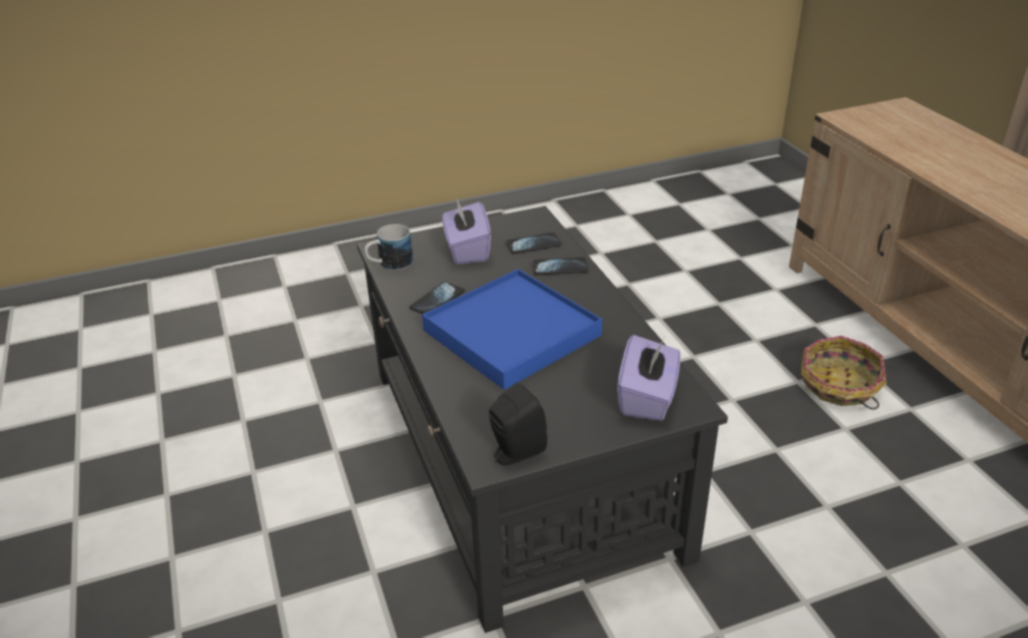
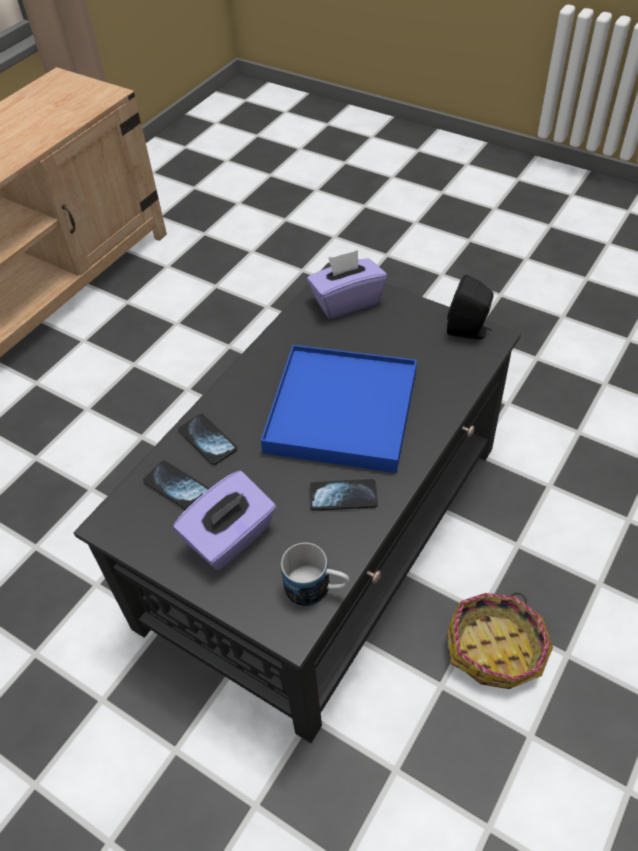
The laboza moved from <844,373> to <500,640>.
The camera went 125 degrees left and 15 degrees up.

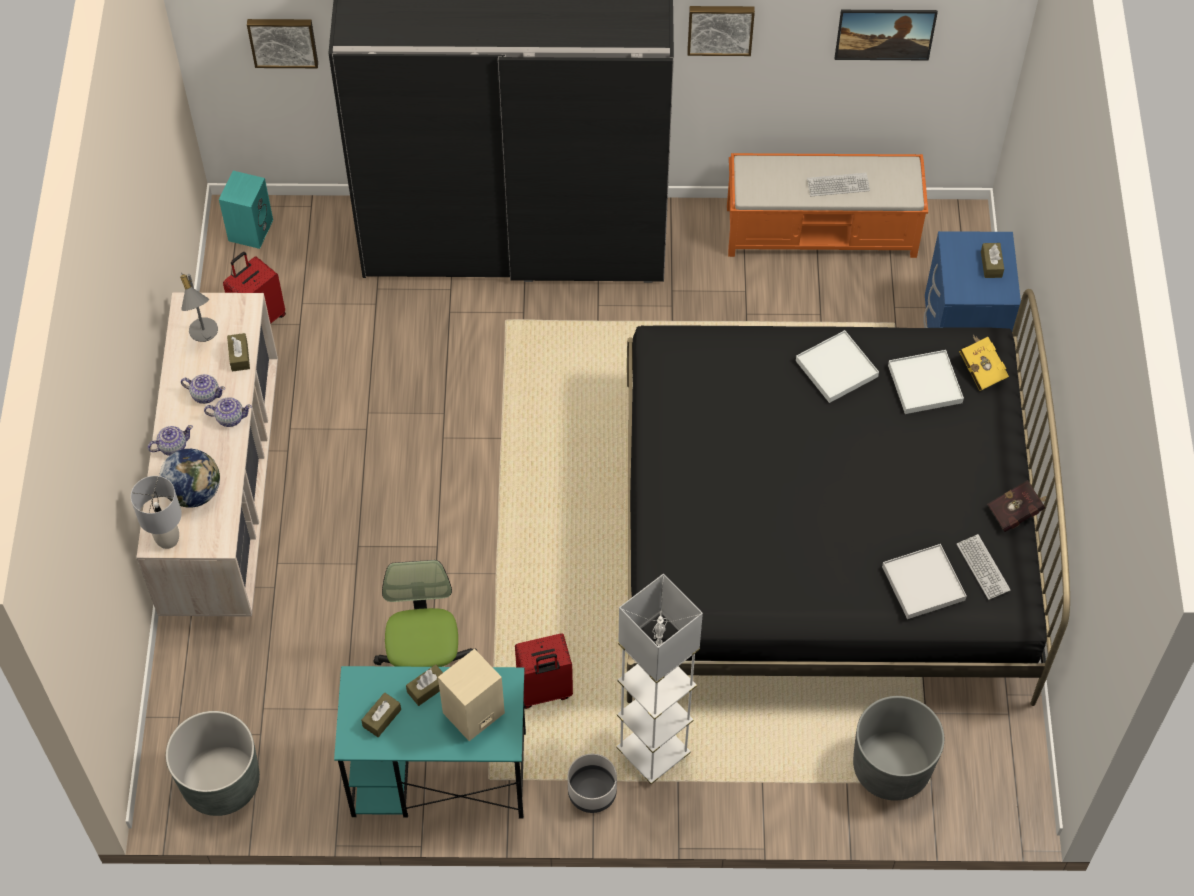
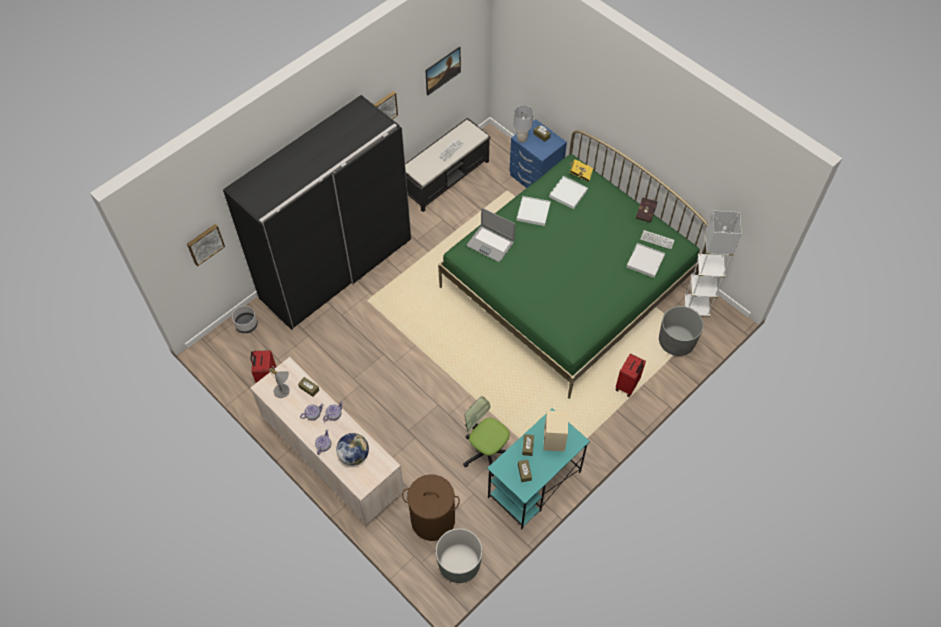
The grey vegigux moved from <592,783> to <245,319>.
The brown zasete at <431,507> appeared.
The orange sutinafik at <827,205> became the black sutinafik at <448,165>.
The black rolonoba at <848,497> became the green rolonoba at <573,264>.
The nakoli at <491,235> appeared.
The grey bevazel moved from <156,512> to <523,124>.
The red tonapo moved from <544,671> to <631,375>.
The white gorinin moved from <659,679> to <713,264>.
The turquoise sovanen at <246,210> disappeared.
The camera went 45 degrees left and 0 degrees up.

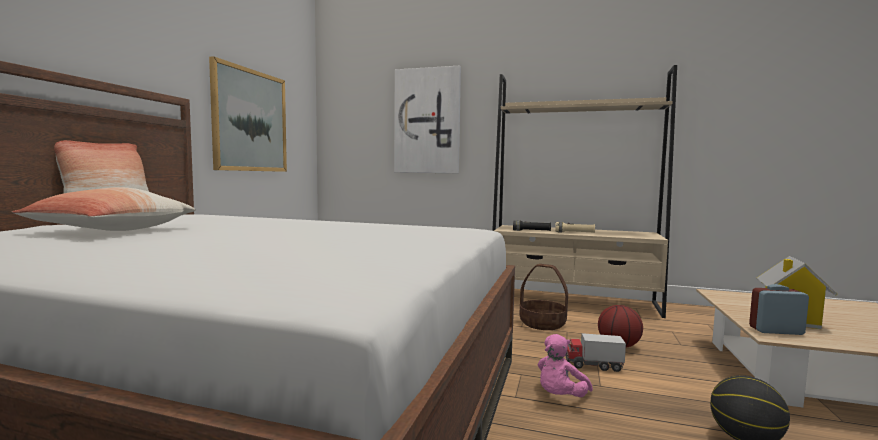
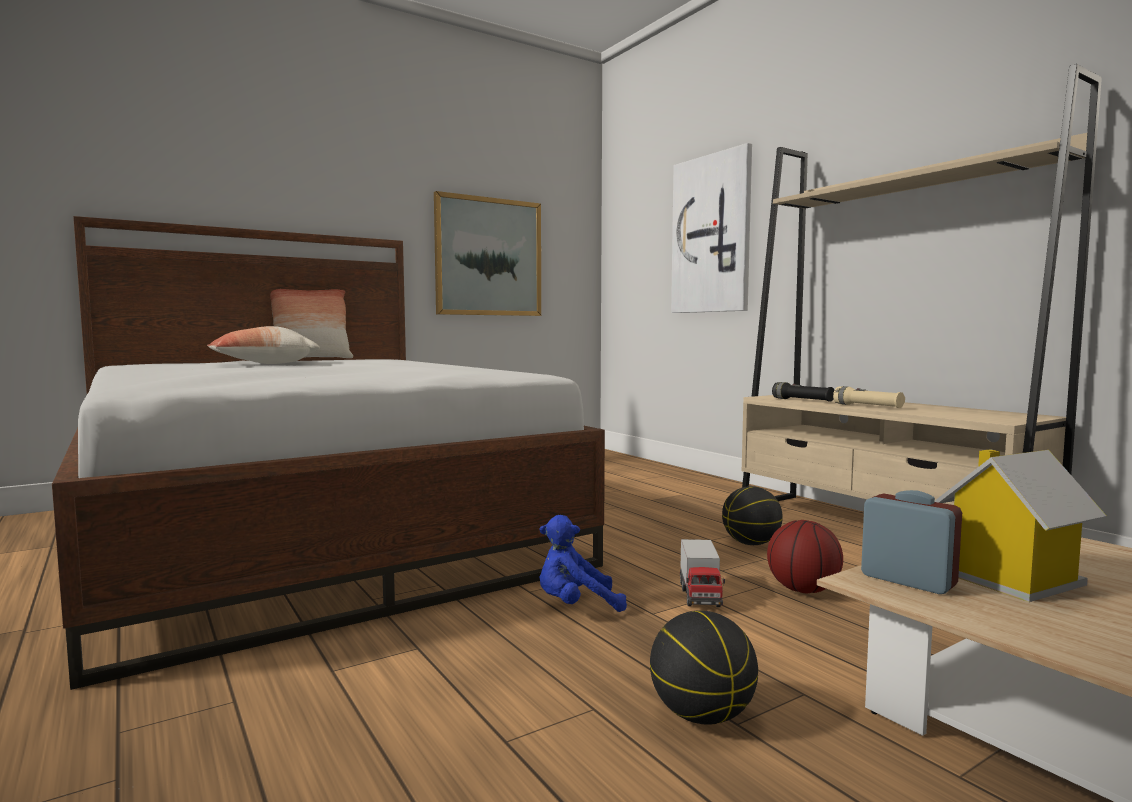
The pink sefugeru at <565,365> became the blue sefugeru at <583,563>.
The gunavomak at <595,352> turned 135 degrees counterclockwise.
The laboza at <543,297> was replaced by the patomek at <752,515>.
The camera went 40 degrees right and 0 degrees up.

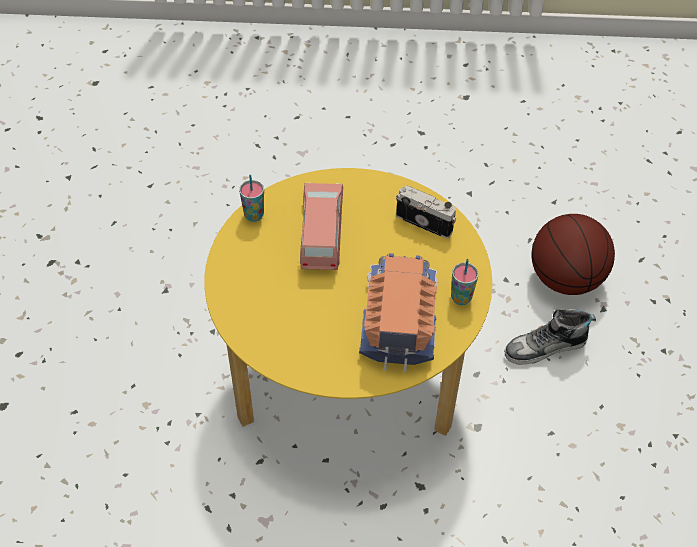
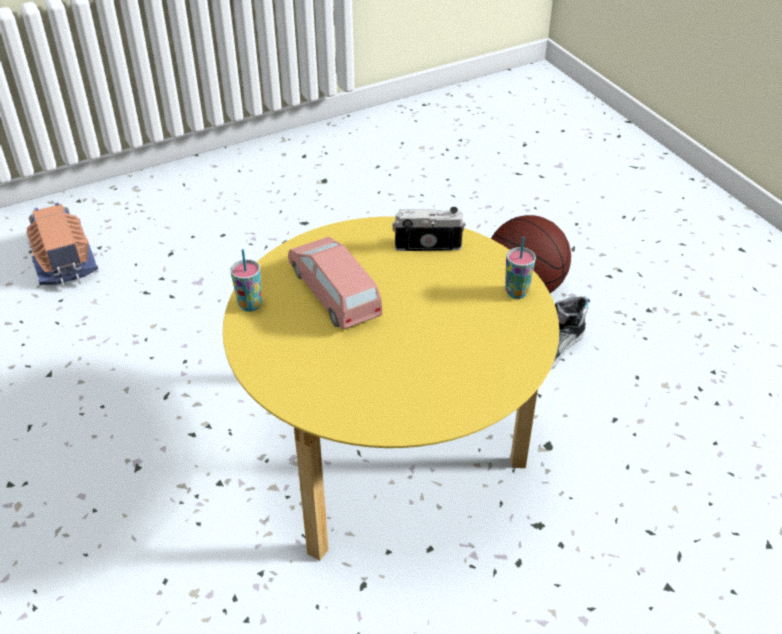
The gunavomak moved from <398,312> to <62,246>.
The camera went 30 degrees left and 10 degrees down.

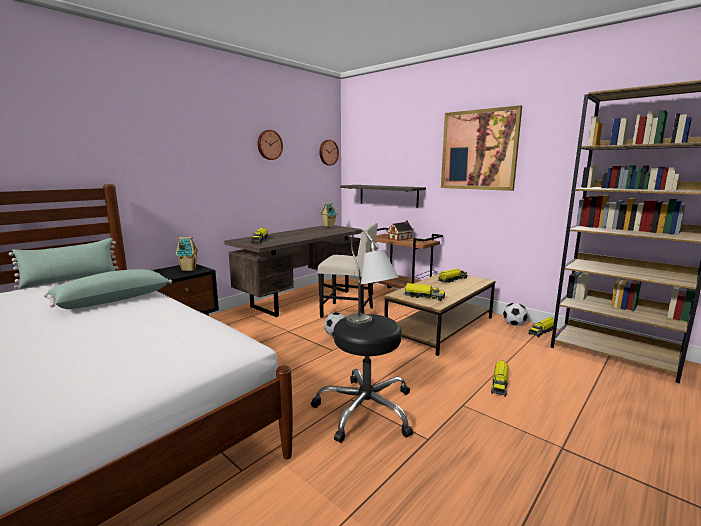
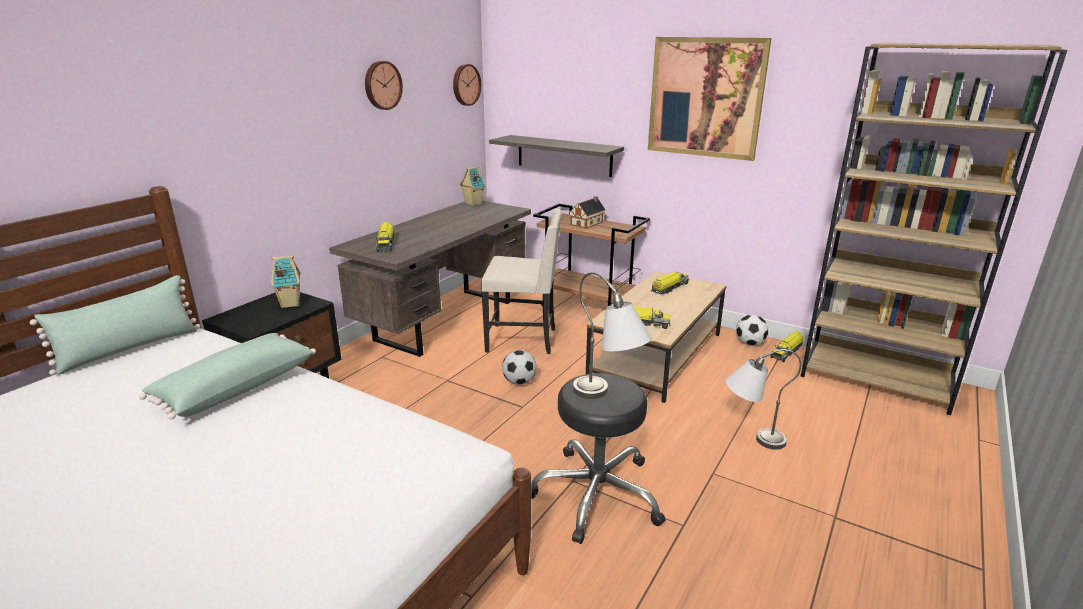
The gunavomak at <500,378> was replaced by the grey bevazel at <764,399>.
The camera went 10 degrees left and 10 degrees up.

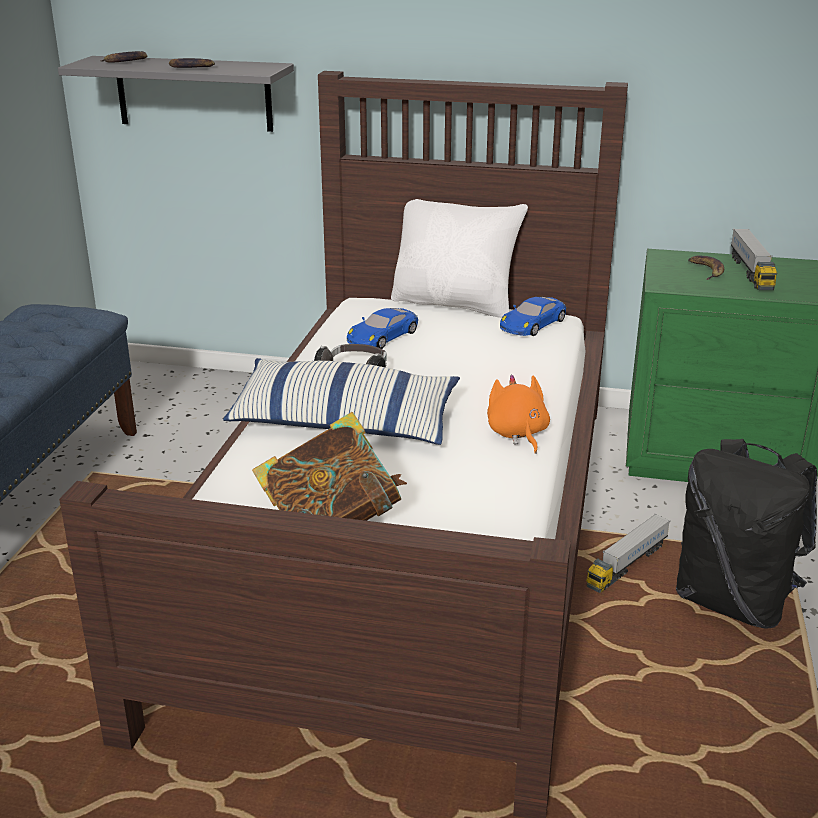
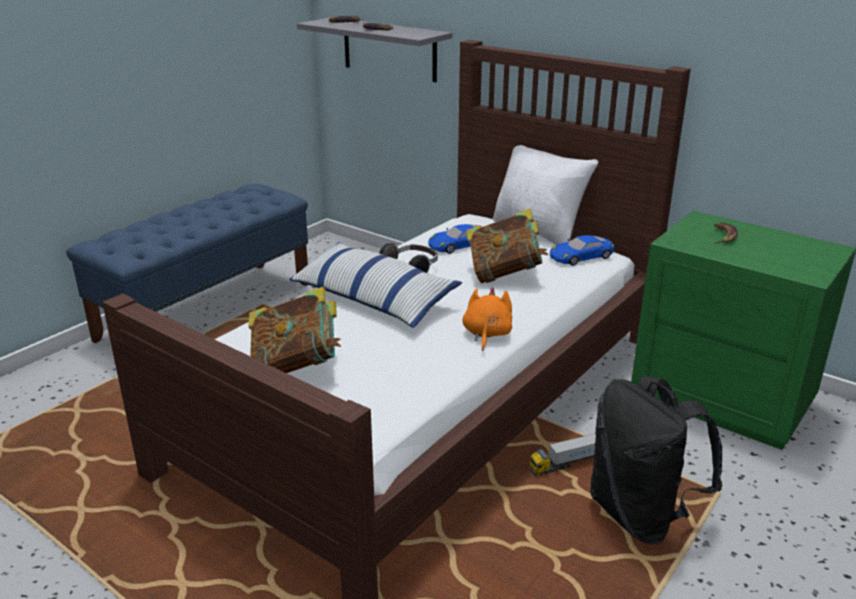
The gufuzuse at <507,246> appeared.
The gunavomak at <754,259> disappeared.
The camera went 25 degrees right and 0 degrees up.

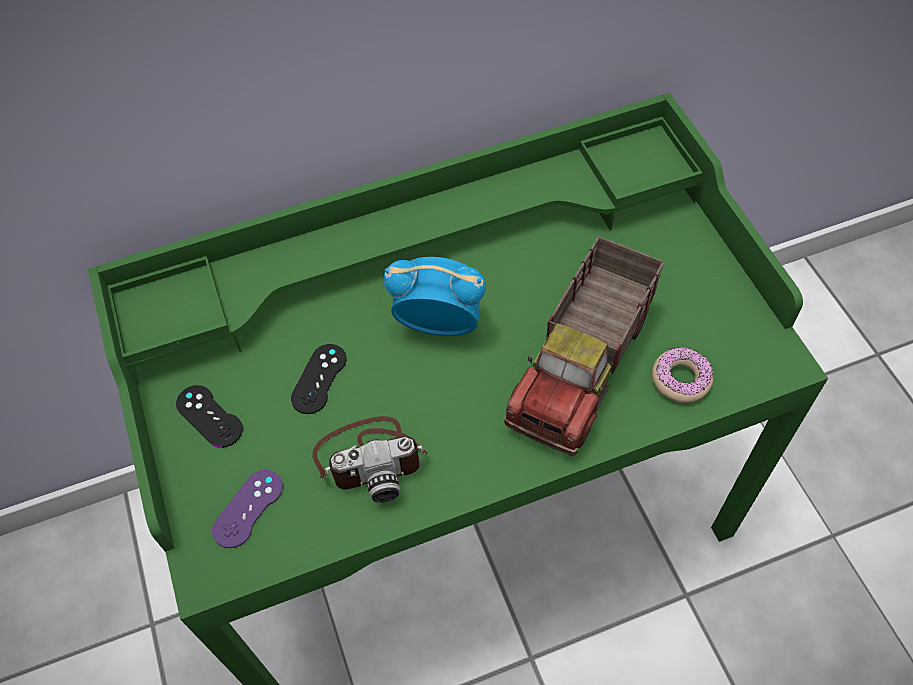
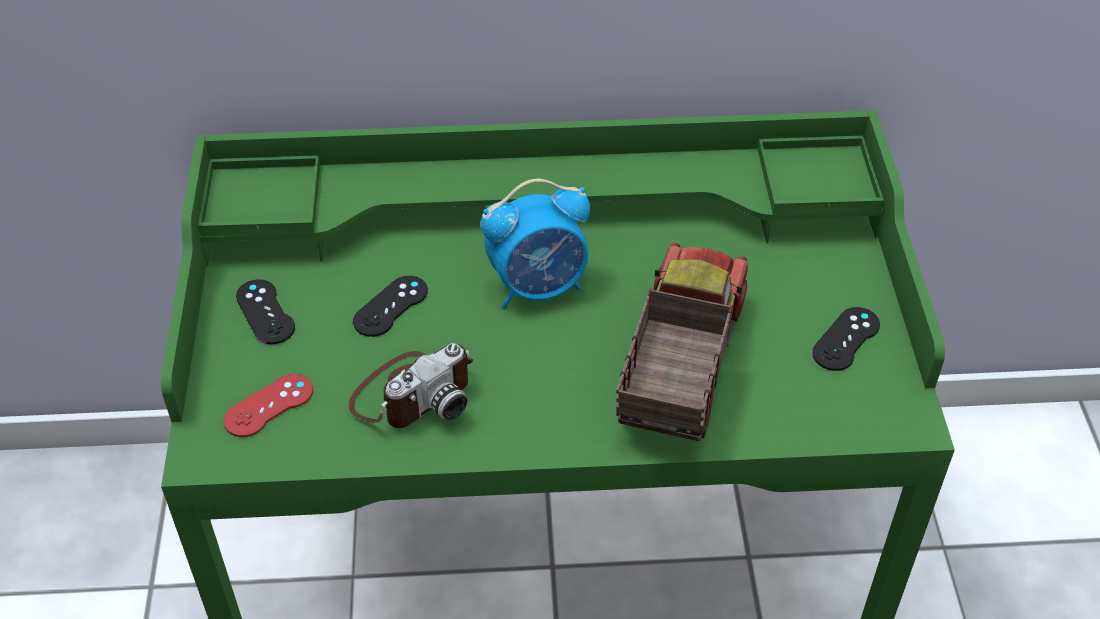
The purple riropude at <247,509> became the red riropude at <268,405>.
The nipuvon at <370,459> turned 45 degrees counterclockwise.
The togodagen at <434,296> turned 135 degrees clockwise.
The gunavomak at <584,346> turned 150 degrees clockwise.
The black riropude at <846,339> appeared.
The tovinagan at <682,375> disappeared.
The camera went 15 degrees right and 10 degrees down.

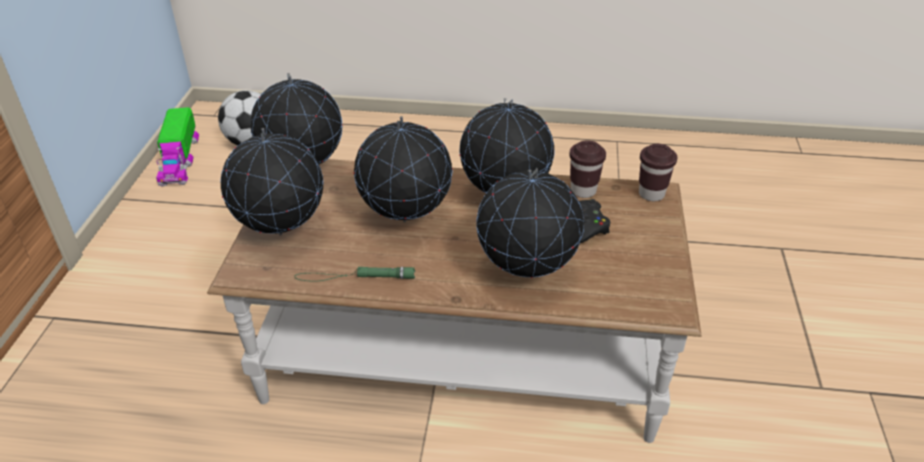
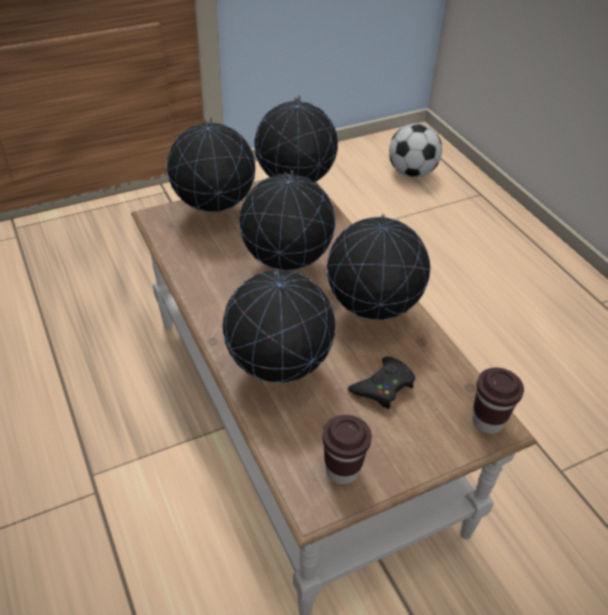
The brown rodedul moved from <587,169> to <347,450>.
The gunavomak at <177,147> disappeared.
The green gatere at <354,274> disappeared.
The camera went 55 degrees right and 5 degrees up.

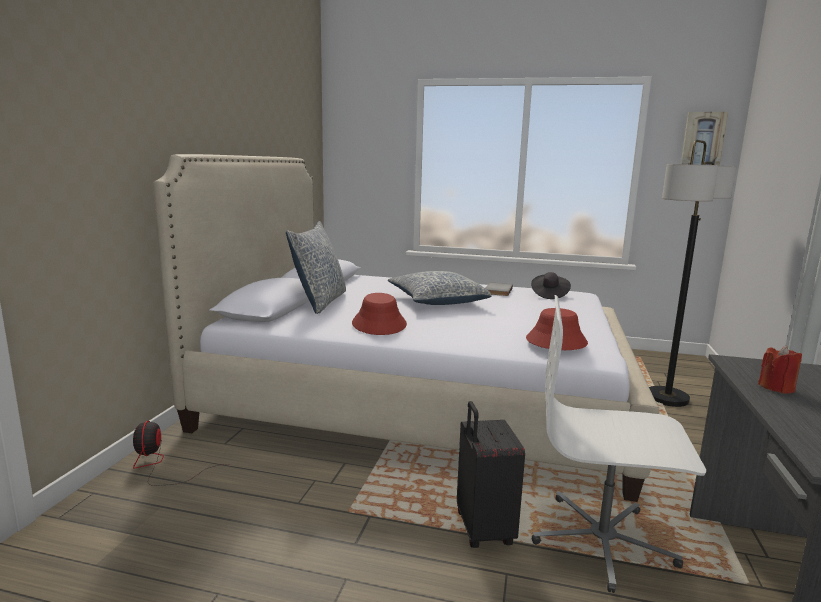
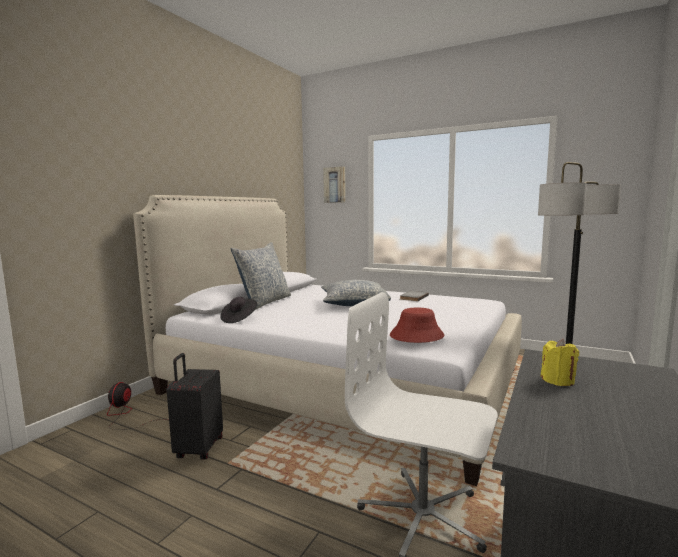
The black tonapo moved from <491,474> to <195,406>.
The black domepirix moved from <551,285> to <239,310>.
The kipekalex moved from <704,139> to <334,184>.
The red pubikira at <780,370> became the yellow pubikira at <560,362>.
The red domepirix at <379,314> disappeared.
The camera went 15 degrees right and 5 degrees down.

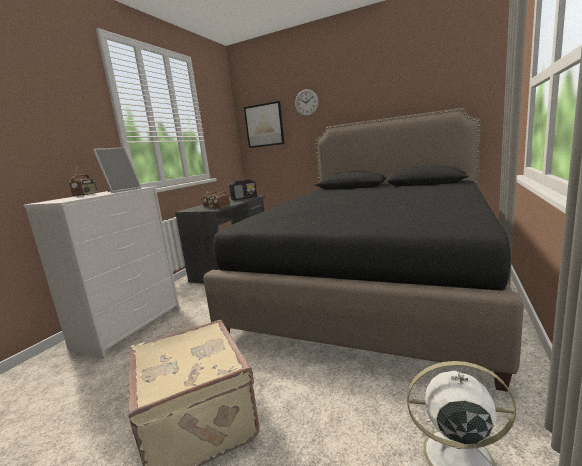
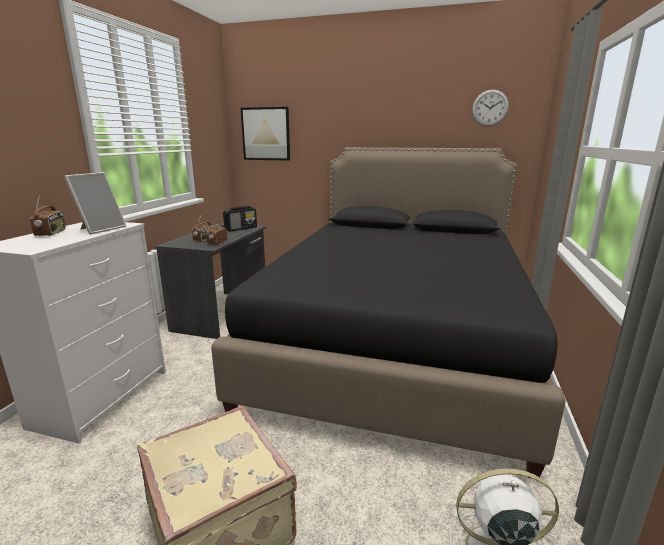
The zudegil moved from <307,102> to <490,108>.
The camera went 10 degrees left and 5 degrees up.

